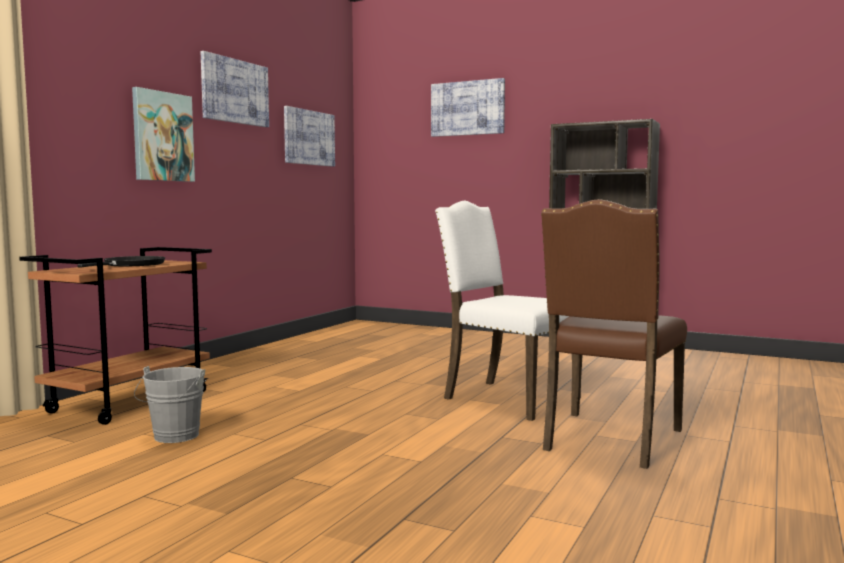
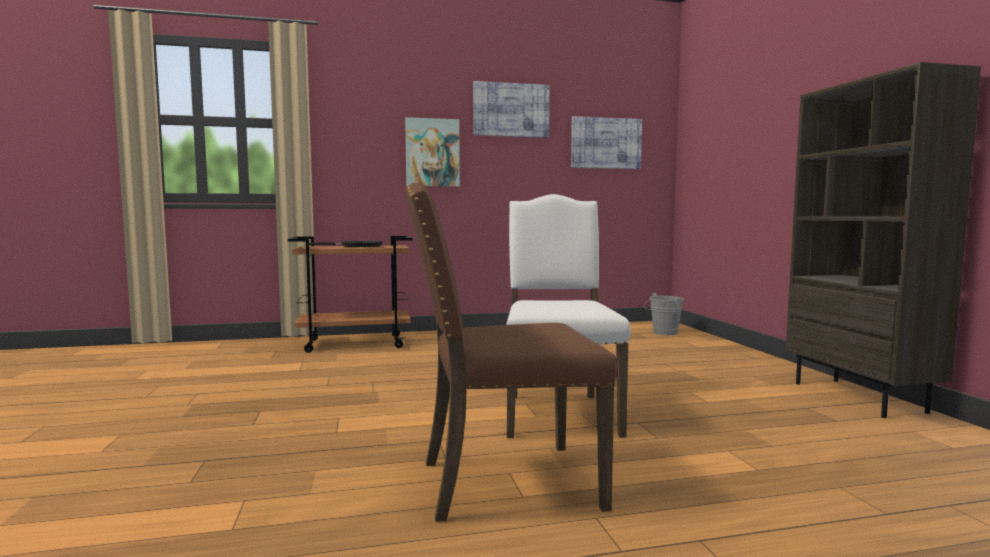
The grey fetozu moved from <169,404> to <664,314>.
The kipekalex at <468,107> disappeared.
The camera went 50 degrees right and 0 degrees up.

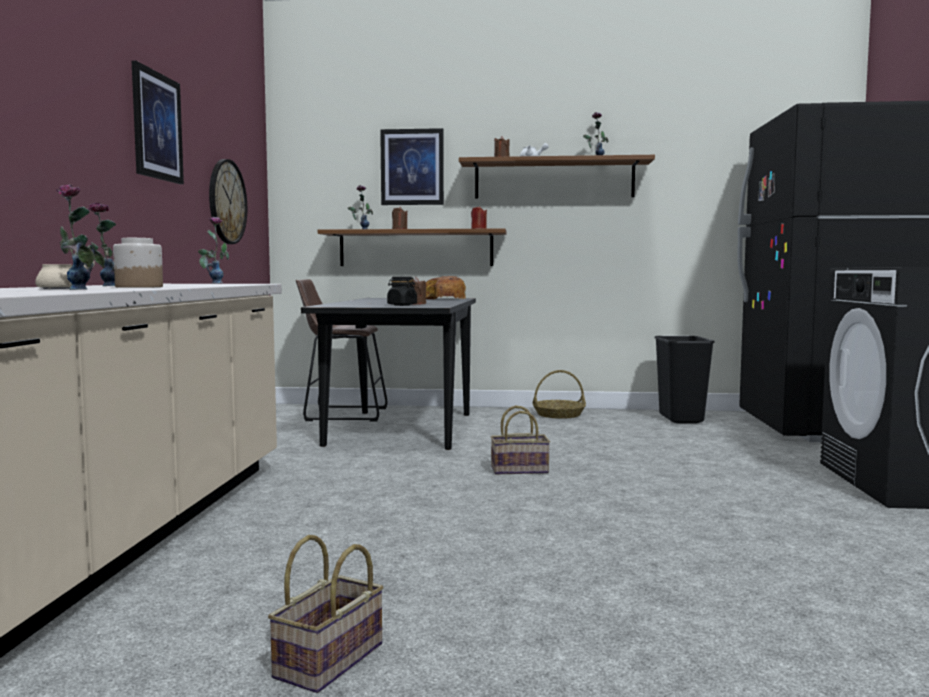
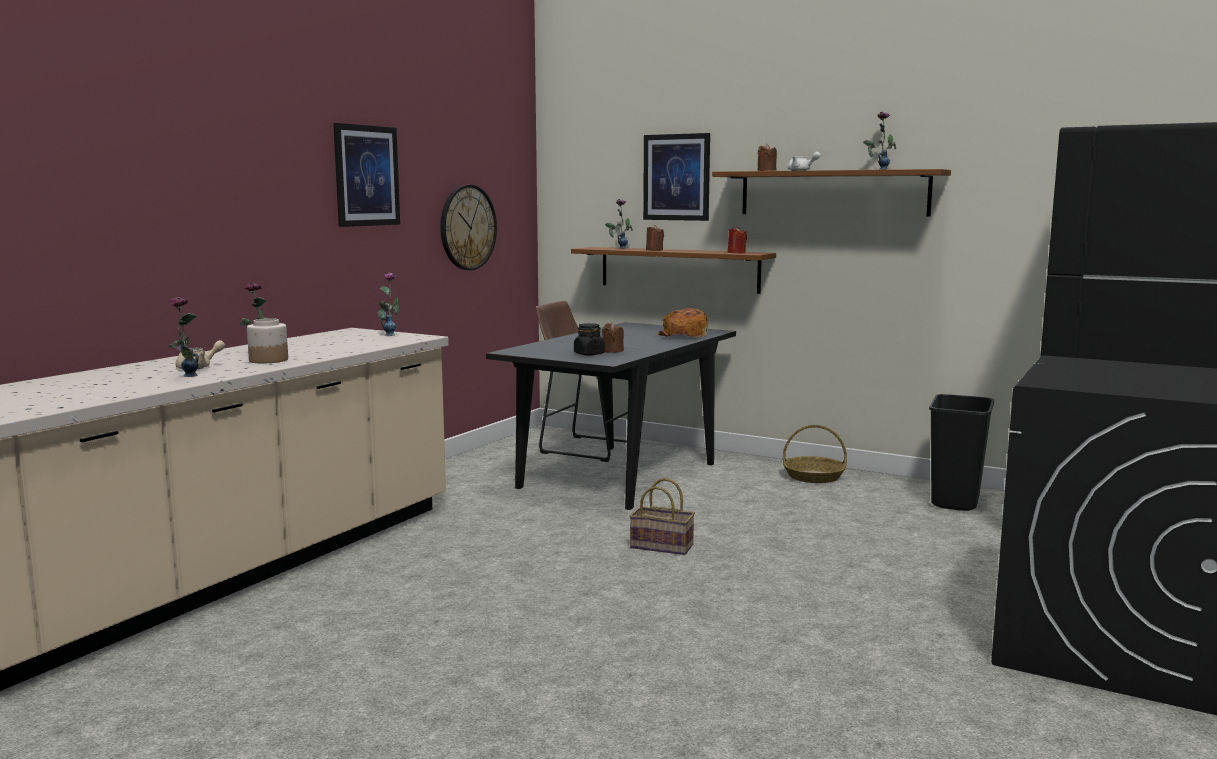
The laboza at <326,614> disappeared.
The camera went 25 degrees right and 5 degrees up.

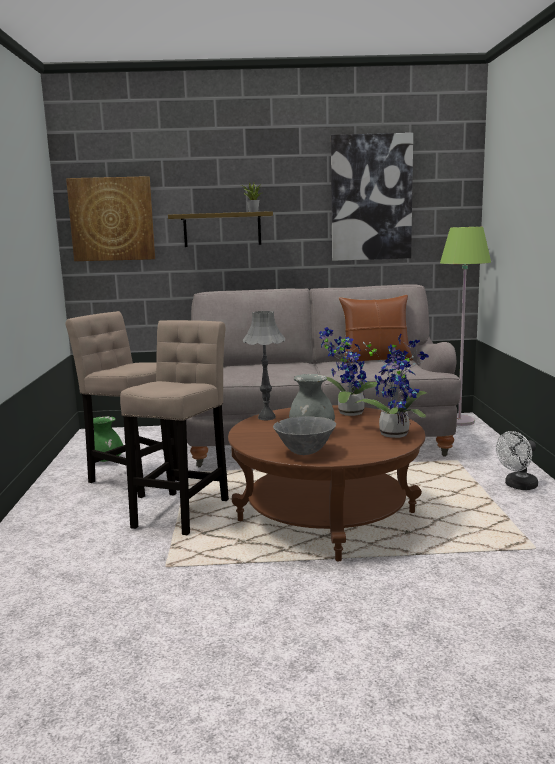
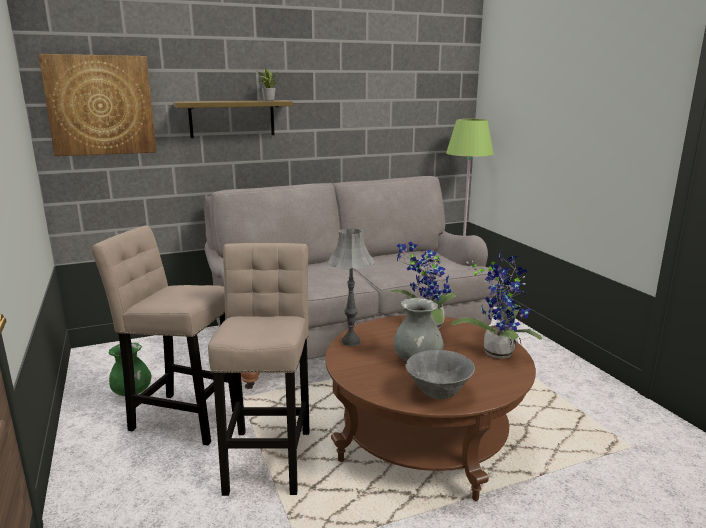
The kipekalex at <372,197> disappeared.
The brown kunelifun at <376,329> disappeared.
The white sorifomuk at <517,460> disappeared.
The camera went 20 degrees left and 5 degrees up.

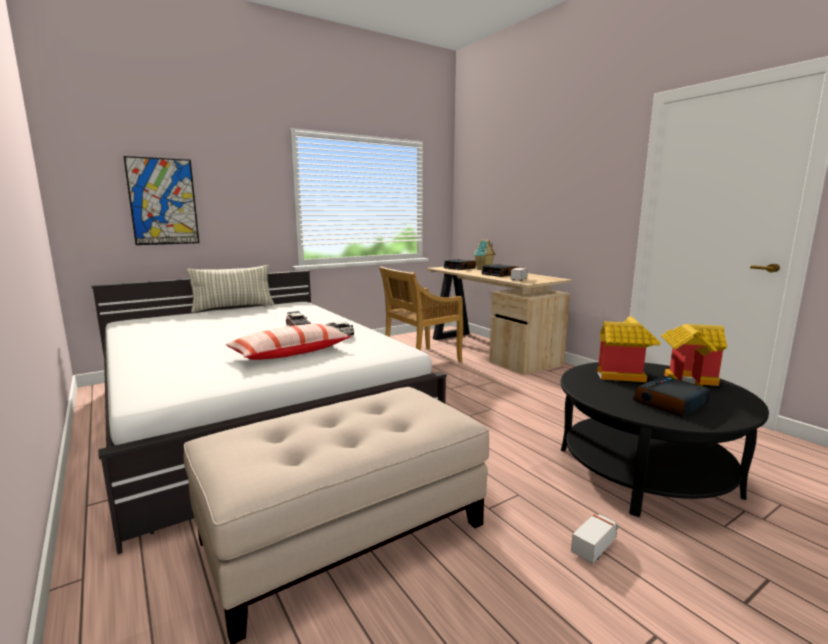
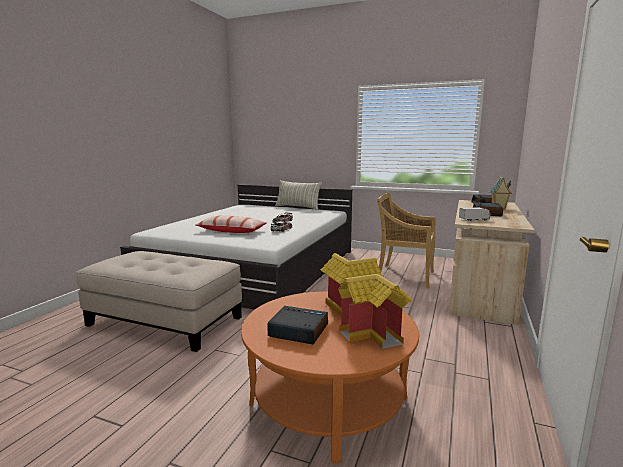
The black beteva at <665,439> became the orange beteva at <330,377>.
The kipekalex at <161,200> disappeared.
The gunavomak at <594,539> disappeared.
The camera went 55 degrees right and 0 degrees up.

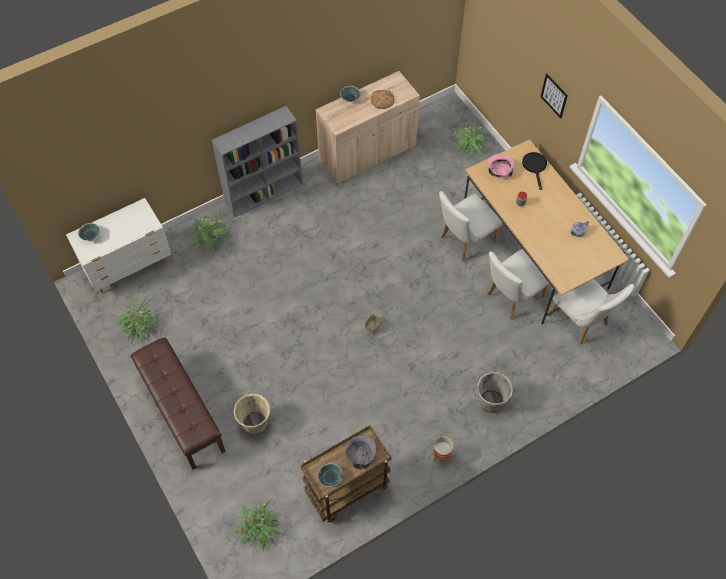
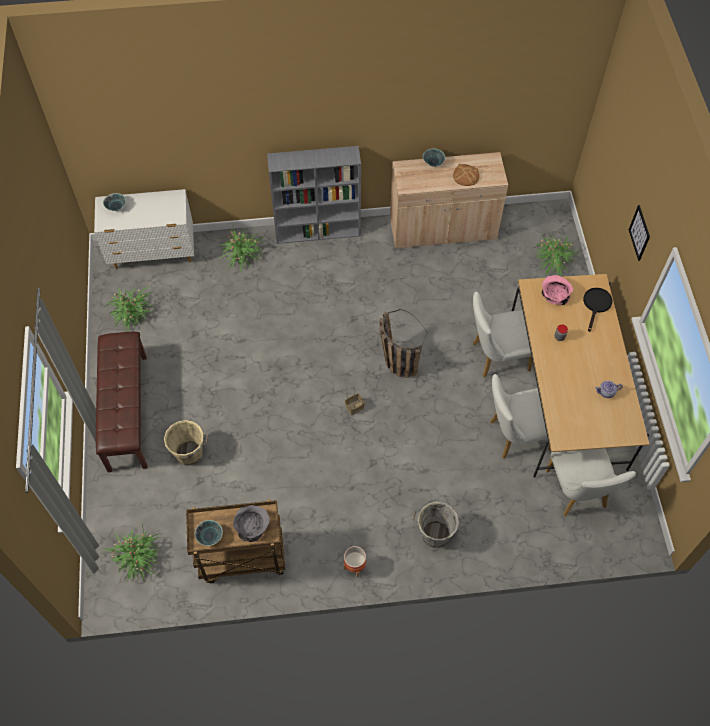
The laboza at <403,343> appeared.
The camera went 25 degrees right and 0 degrees up.

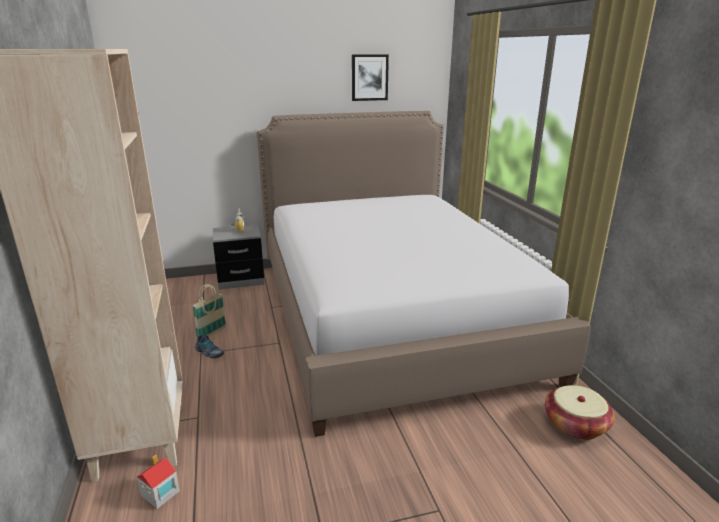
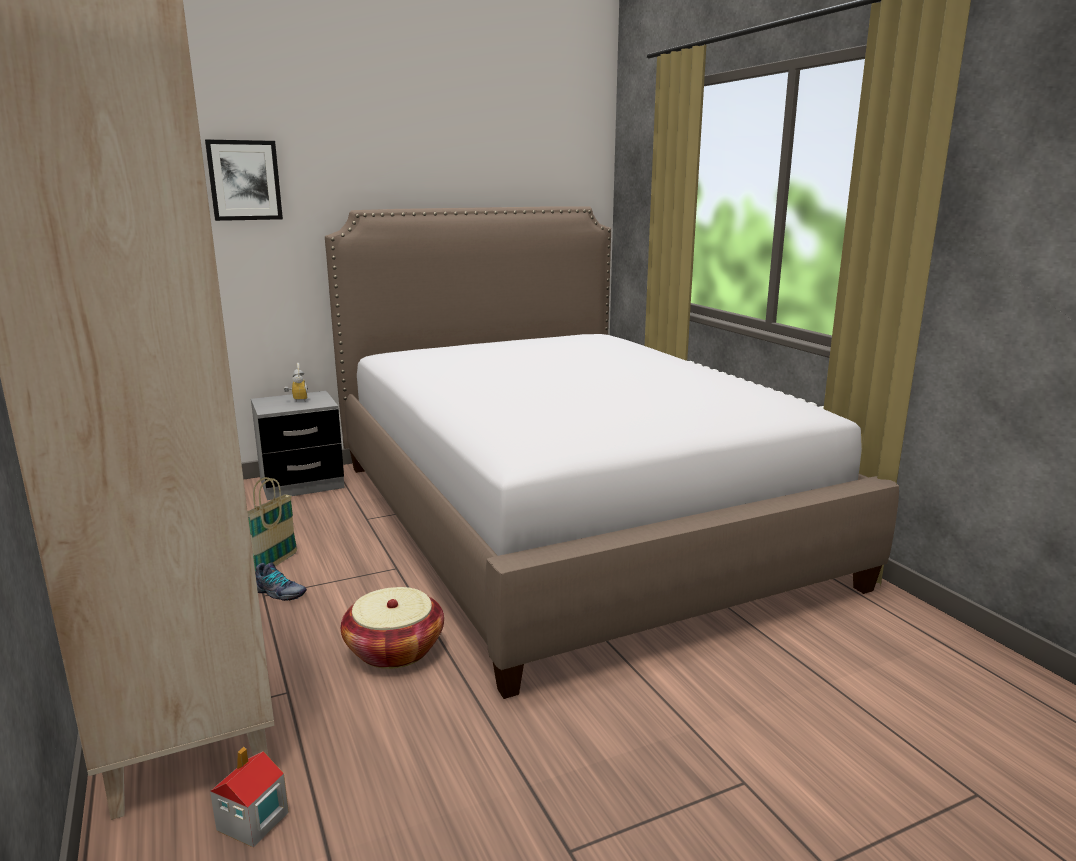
The kipekalex moved from <370,77> to <244,180>.
The laboza moved from <580,412> to <392,628>.
The camera went 10 degrees left and 5 degrees down.

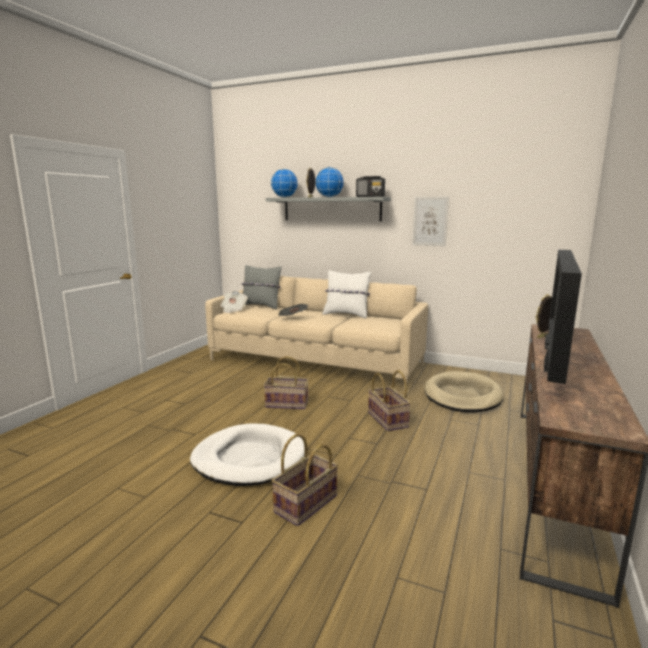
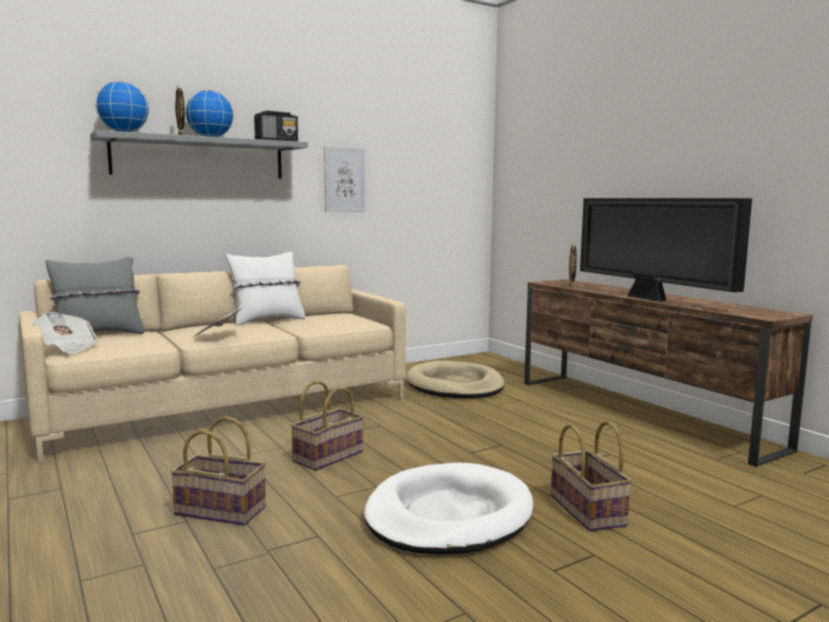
The laboza moved from <389,400> to <218,470>.
The camera went 55 degrees left and 5 degrees down.

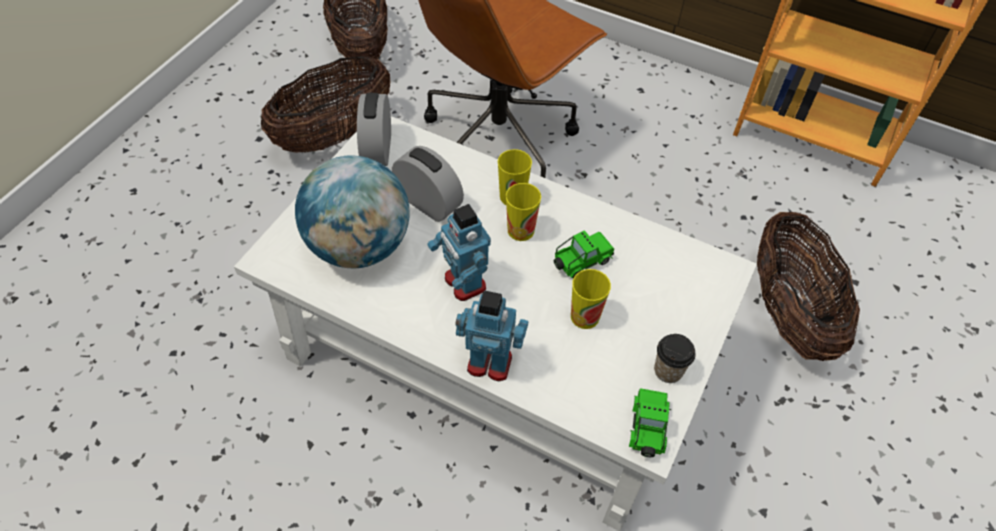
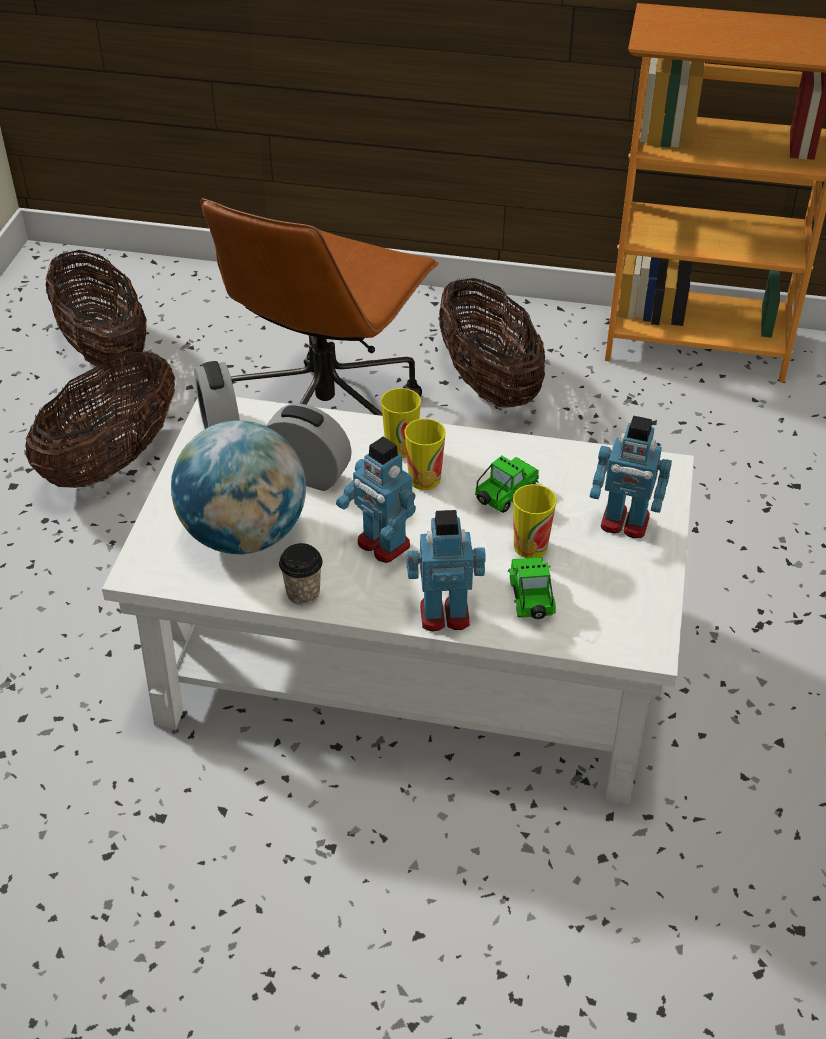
The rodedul moved from <675,358> to <301,574>.
The laboza moved from <808,286> to <491,342>.
The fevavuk moved from <650,422> to <532,588>.
The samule at <631,477> appeared.
The camera went 15 degrees left and 10 degrees down.

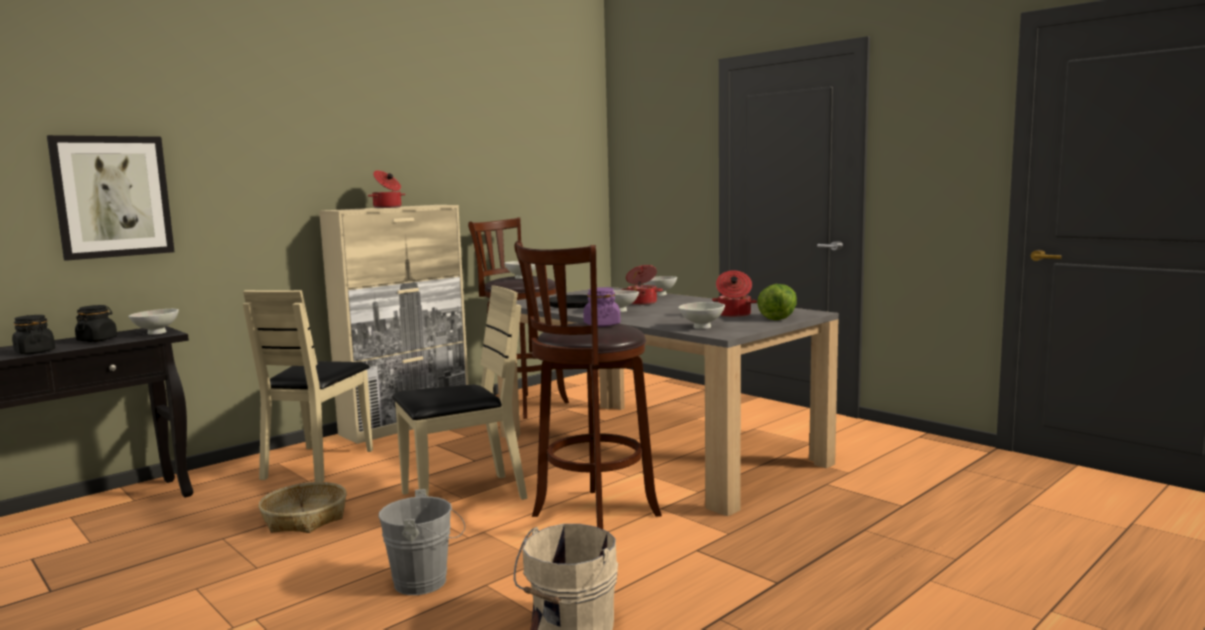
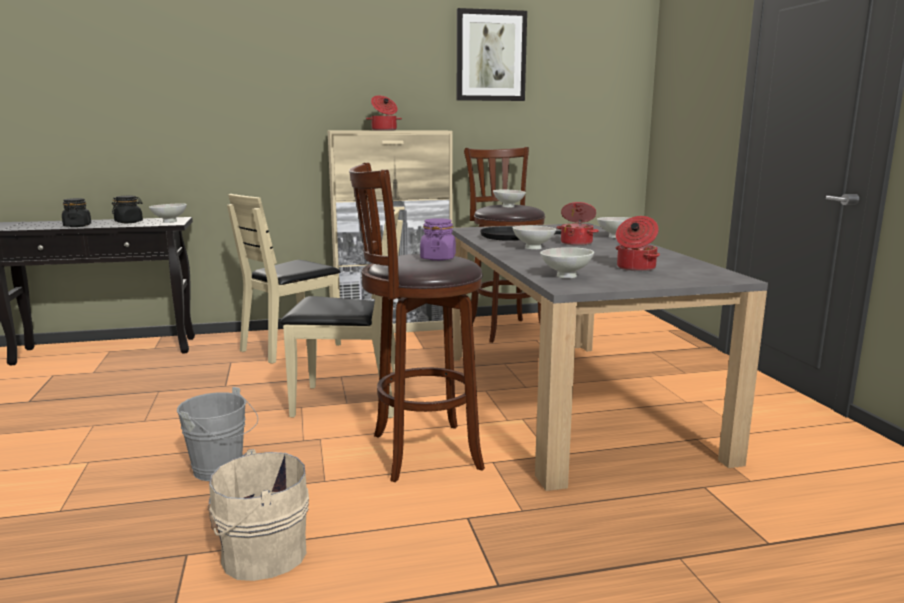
The kipekalex moved from <111,198> to <492,54>.
The laboza at <303,507> disappeared.
The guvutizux at <777,302> disappeared.
The camera went 30 degrees right and 5 degrees up.

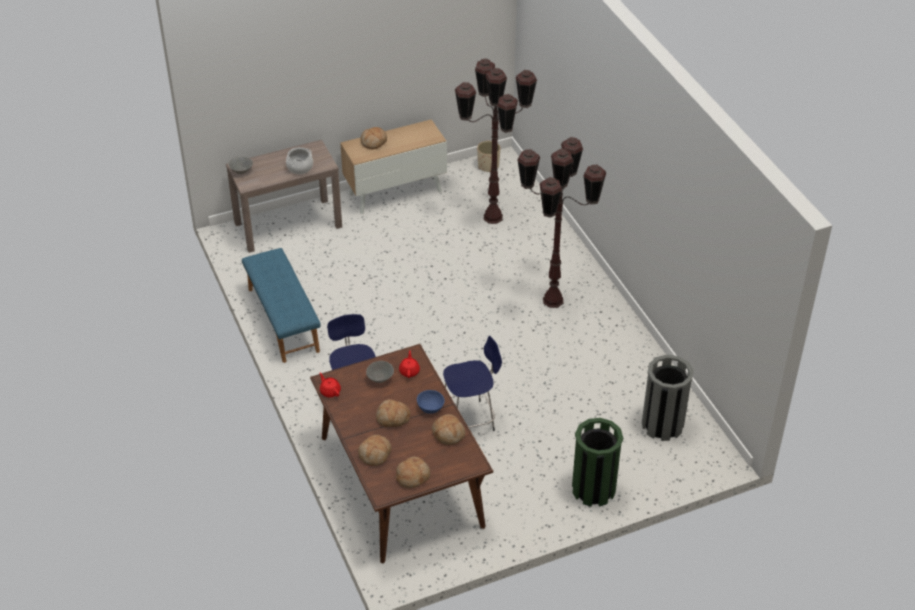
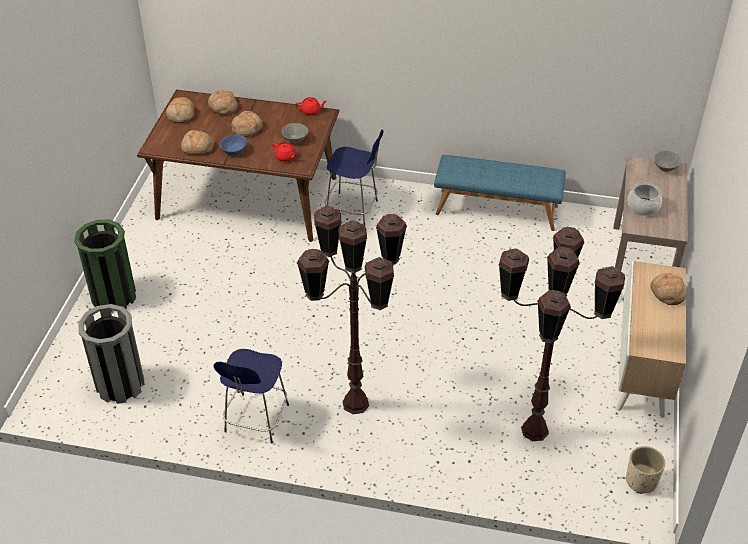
The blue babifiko moved from <472,383> to <251,396>.
The camera went 125 degrees right and 0 degrees up.

